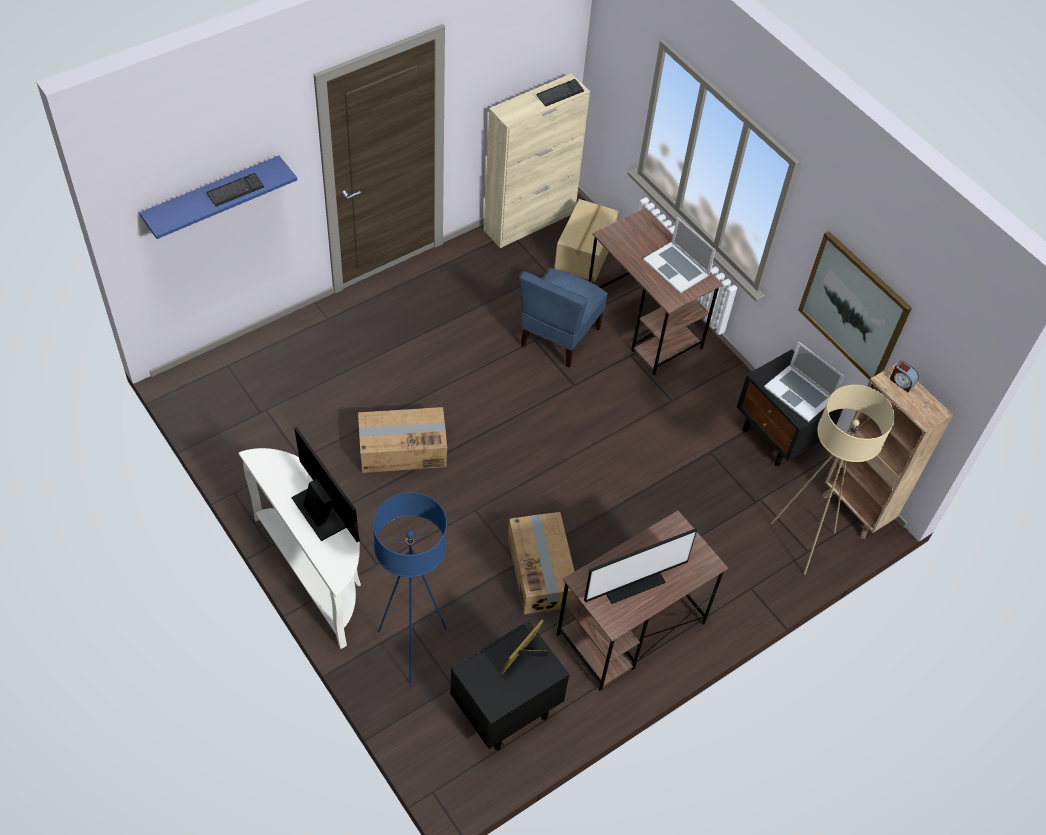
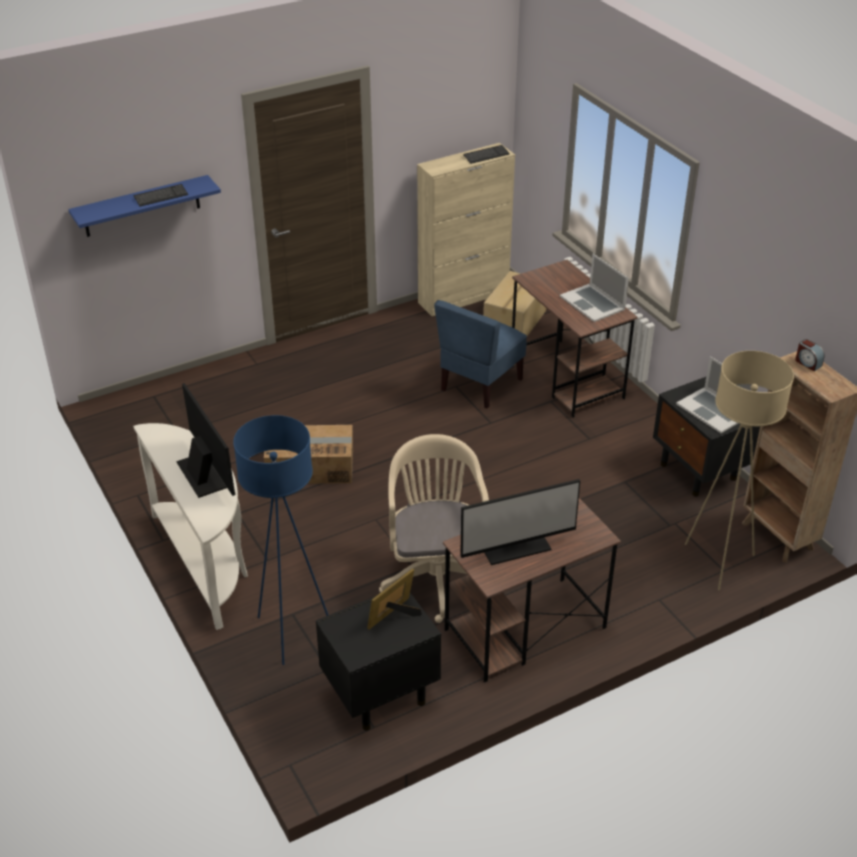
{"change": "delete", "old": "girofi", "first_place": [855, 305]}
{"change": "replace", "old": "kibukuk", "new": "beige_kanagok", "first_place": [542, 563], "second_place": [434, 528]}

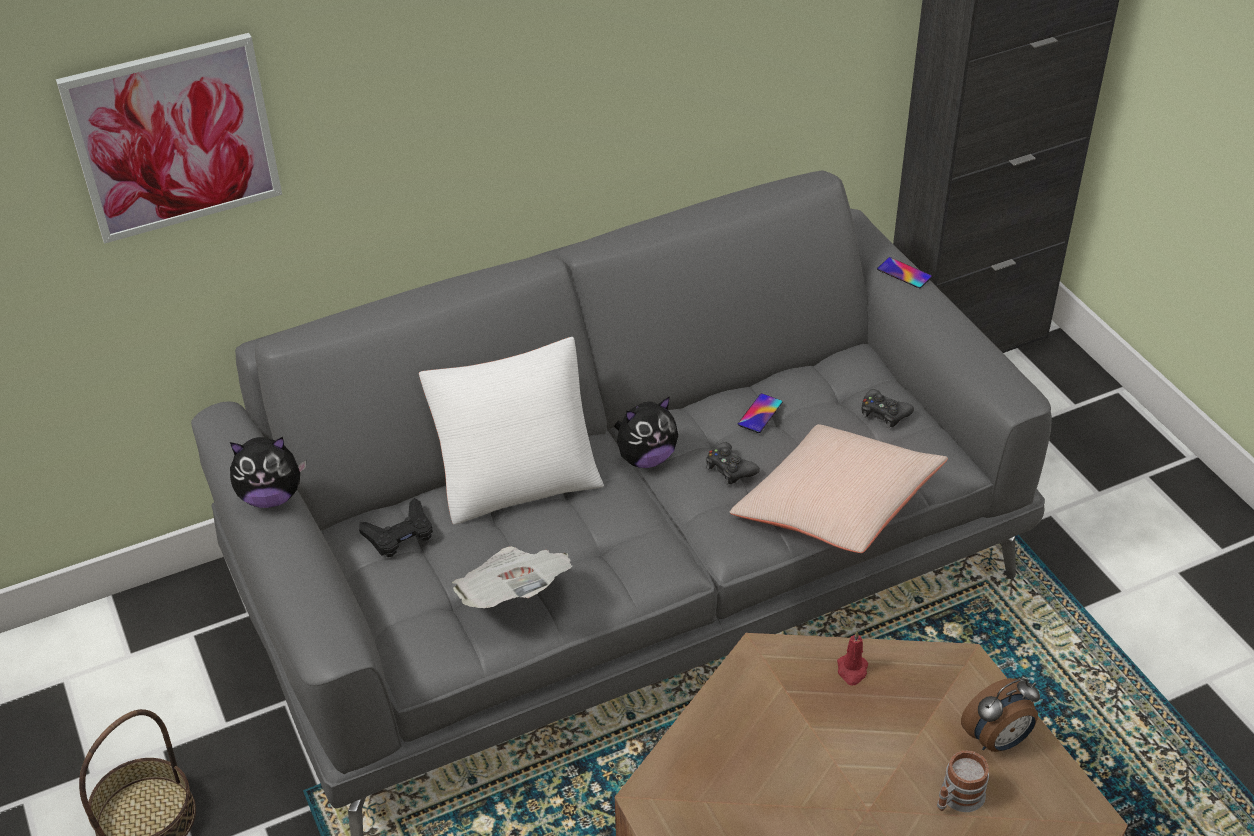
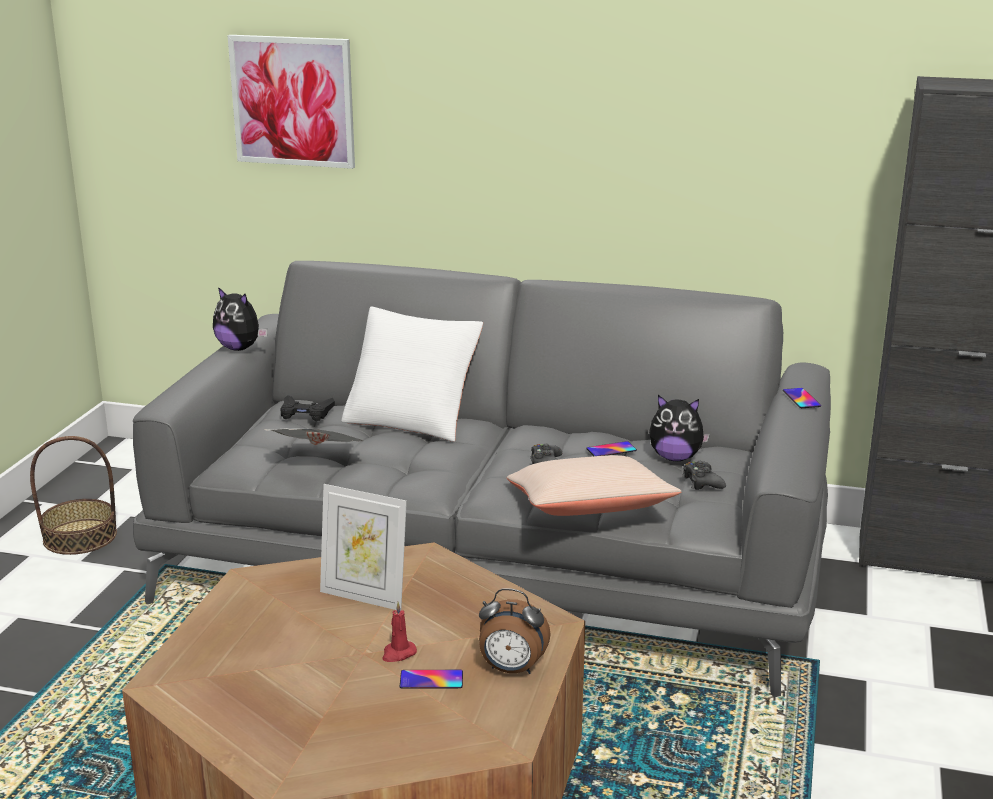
{"change": "insert", "new": "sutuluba", "second_place": [363, 547]}
{"change": "move", "old": "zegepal", "first_place": [646, 432], "second_place": [679, 428]}
{"change": "move", "old": "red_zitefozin", "first_place": [852, 658], "second_place": [399, 632]}
{"change": "replace", "old": "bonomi", "new": "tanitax", "first_place": [963, 781], "second_place": [431, 679]}

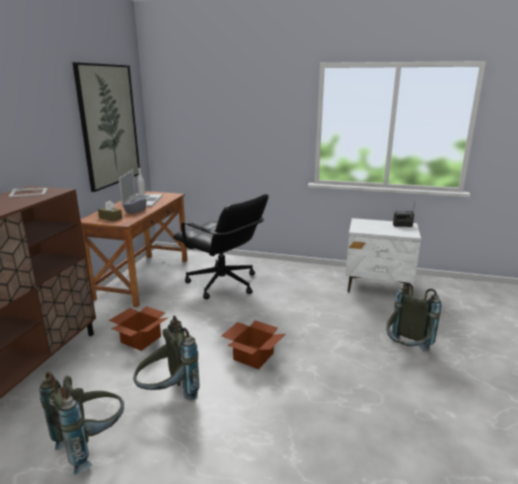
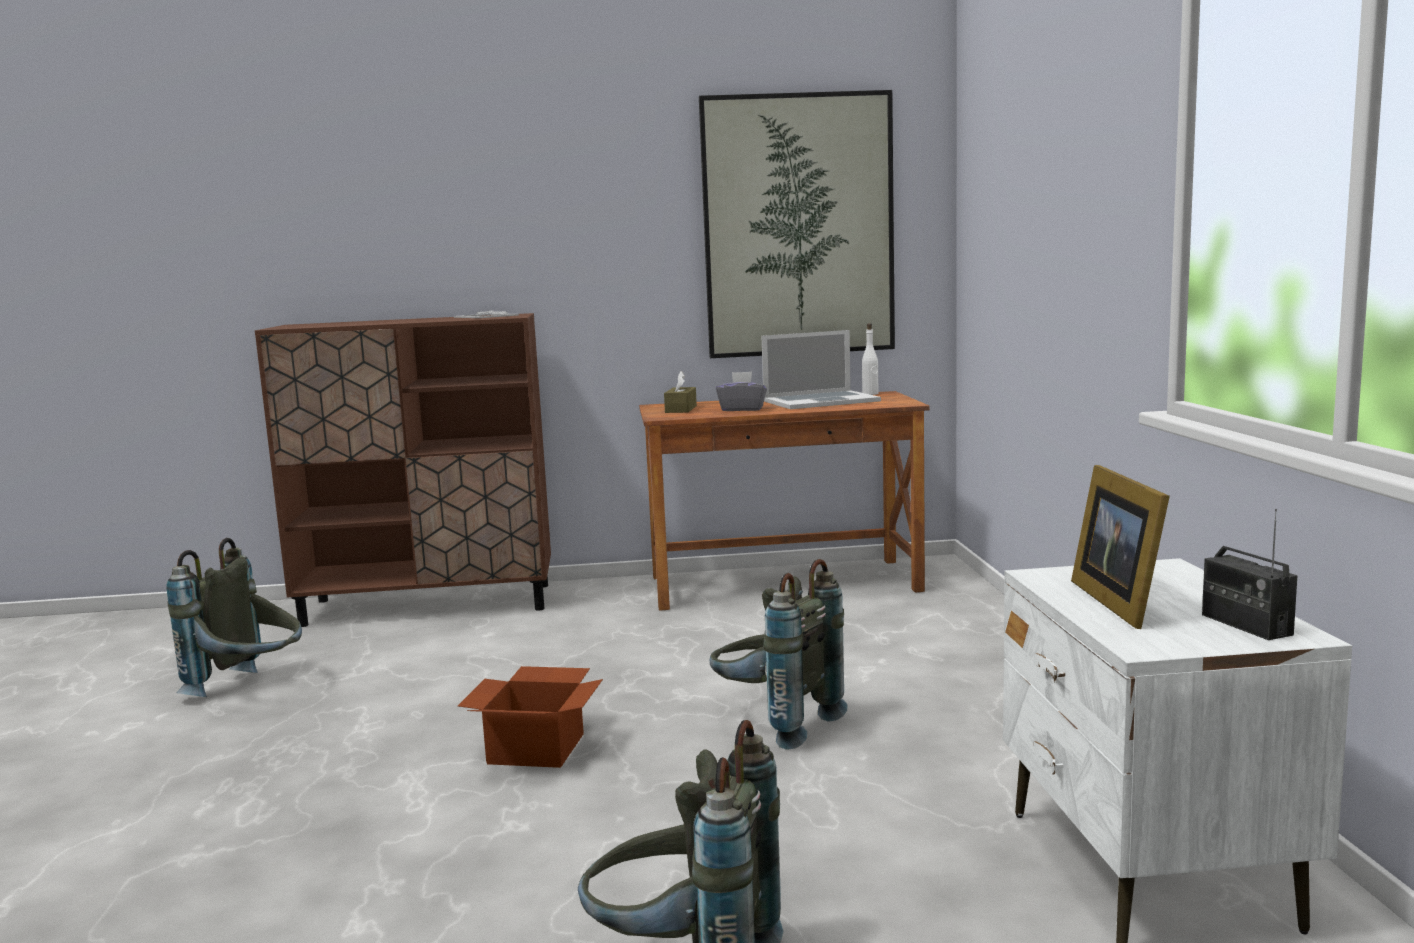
{"change": "delete", "old": "kibukuk", "first_place": [138, 328]}
{"change": "delete", "old": "black_kanagok", "first_place": [221, 246]}
{"change": "insert", "new": "sutuluba", "second_place": [1120, 547]}
{"change": "move", "old": "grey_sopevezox", "first_place": [166, 358], "second_place": [778, 654]}

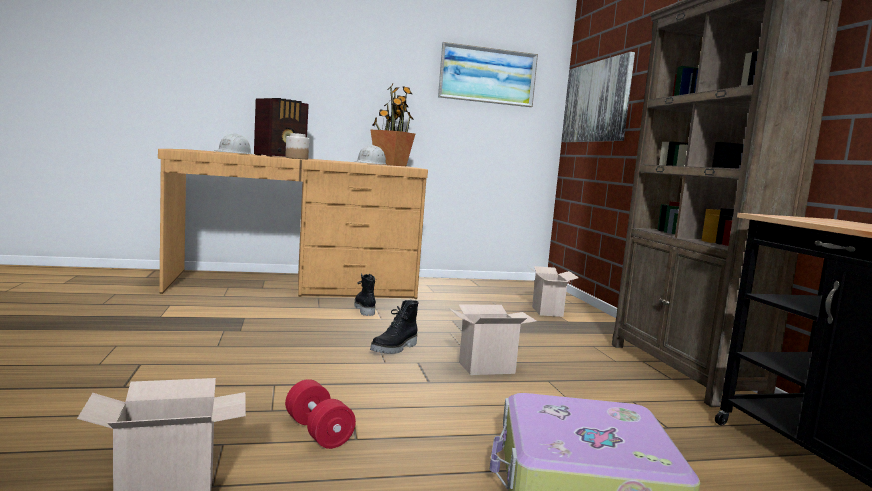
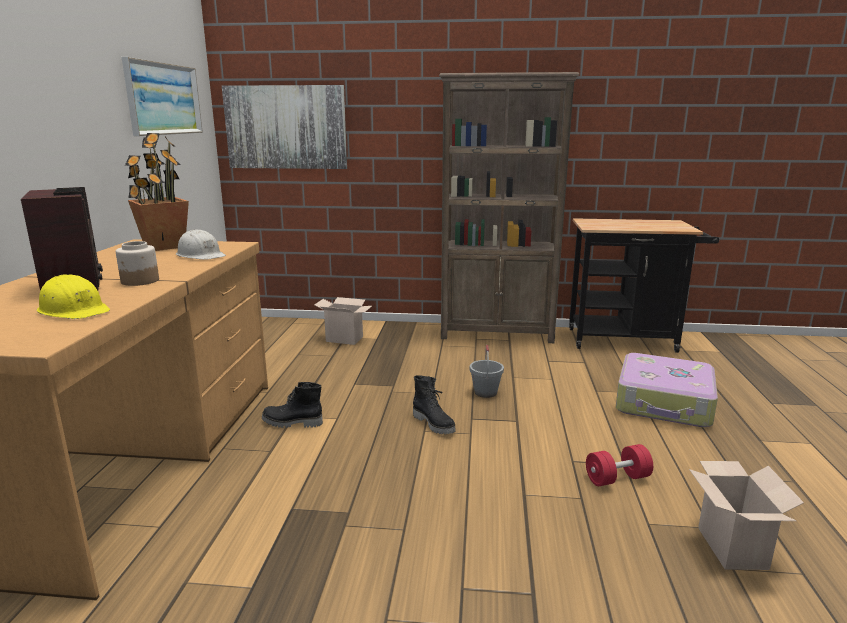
{"change": "replace", "old": "kibukuk", "new": "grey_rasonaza", "first_place": [492, 340], "second_place": [487, 371]}
{"change": "recolor", "old": "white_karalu", "new": "yellow_karalu", "first_place": [232, 144], "second_place": [73, 297]}

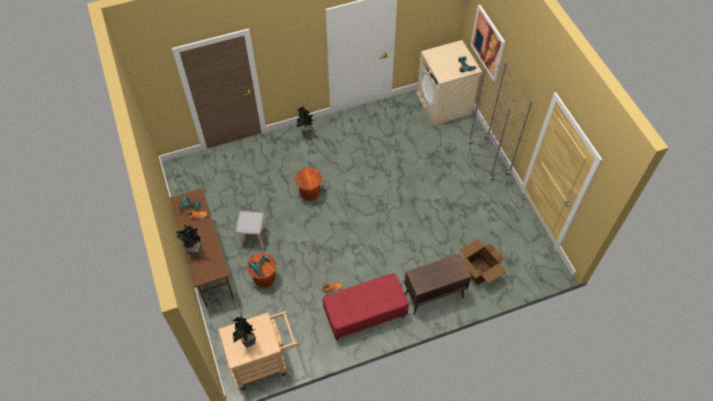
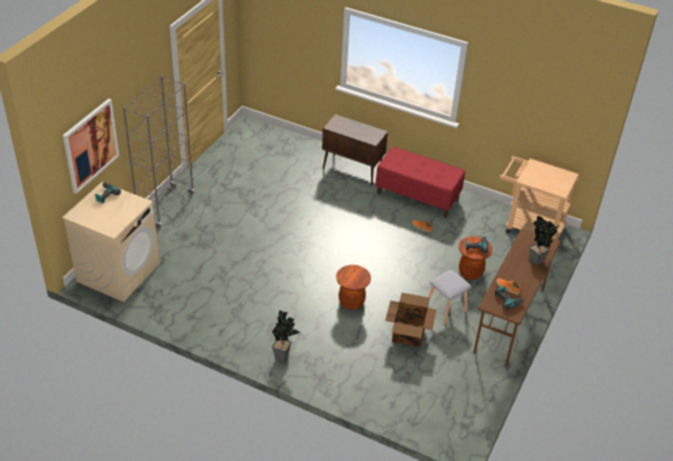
{"change": "delete", "old": "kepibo", "first_place": [244, 331]}
{"change": "move", "old": "kibukuk", "first_place": [483, 262], "second_place": [411, 320]}

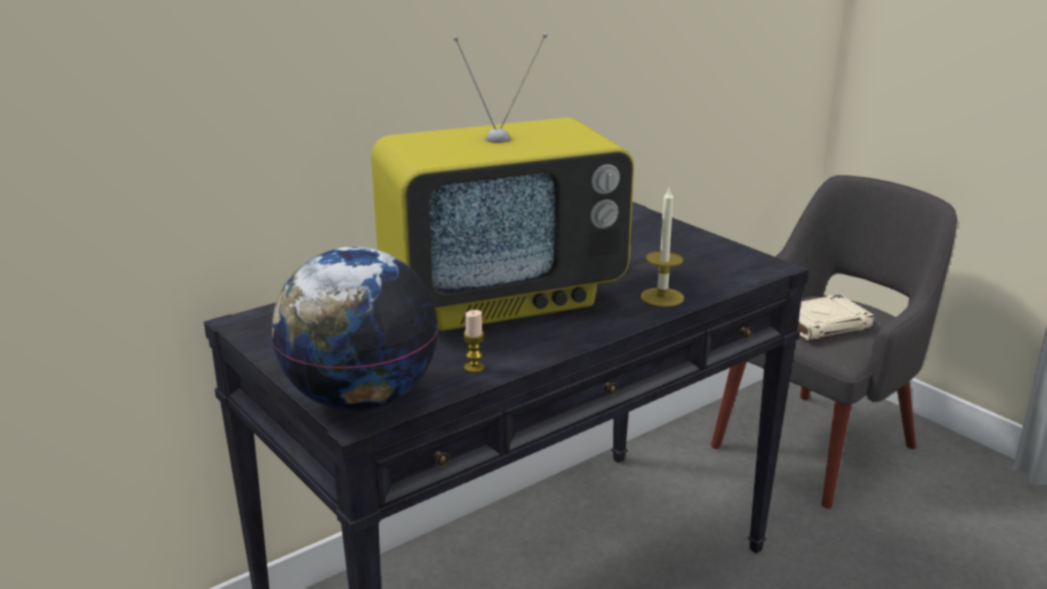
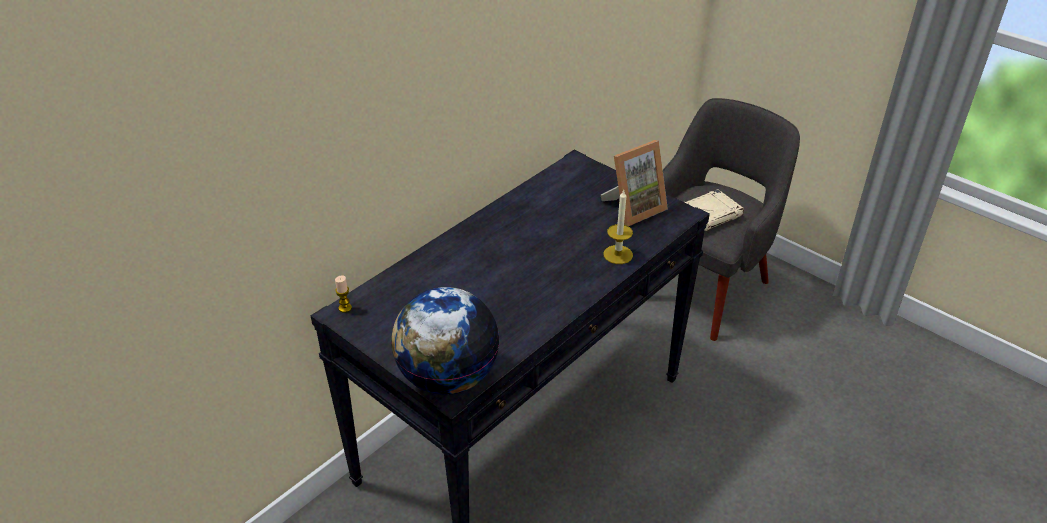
{"change": "delete", "old": "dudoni", "first_place": [502, 182]}
{"change": "insert", "new": "sutuluba", "second_place": [634, 183]}
{"change": "move", "old": "zitefozin", "first_place": [474, 341], "second_place": [343, 293]}

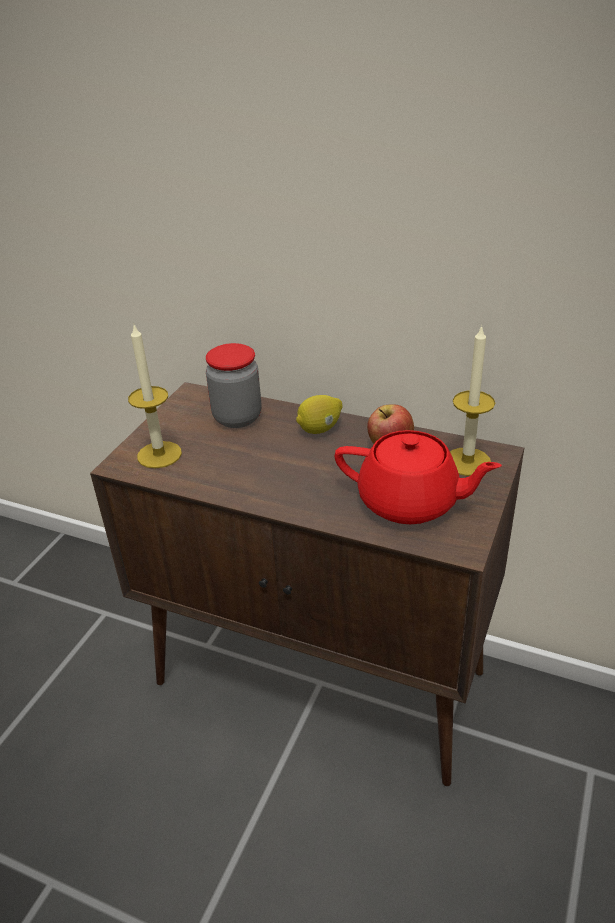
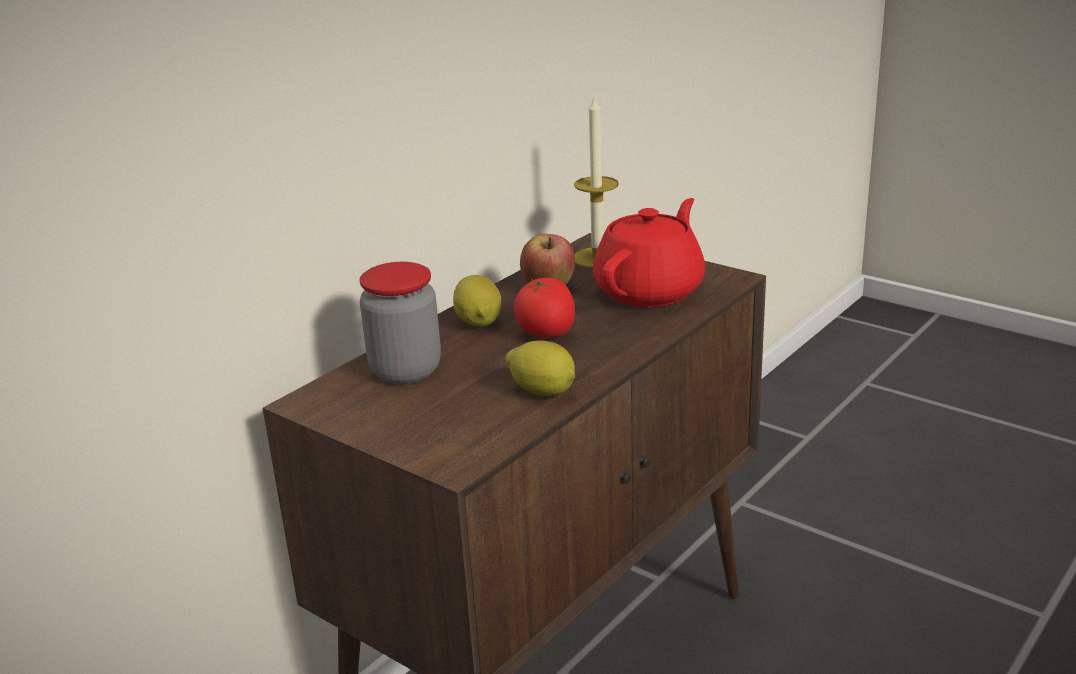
{"change": "delete", "old": "zitefozin", "first_place": [155, 396]}
{"change": "insert", "new": "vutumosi", "second_place": [540, 368]}
{"change": "insert", "new": "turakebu", "second_place": [544, 307]}

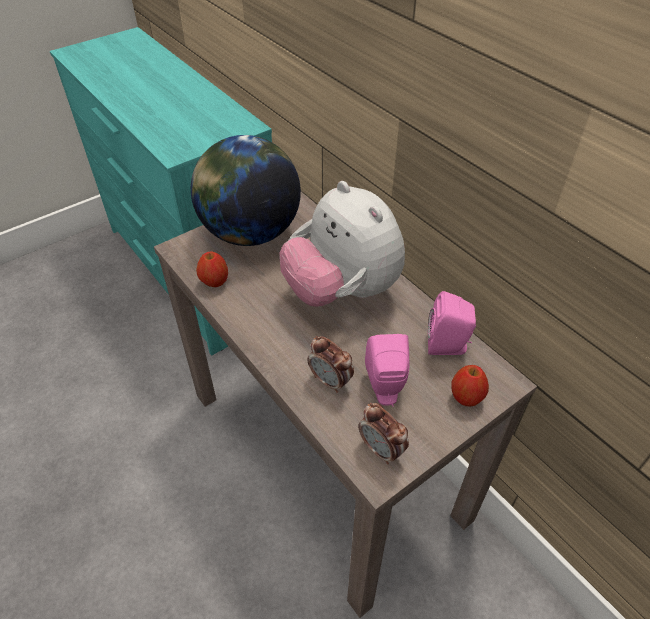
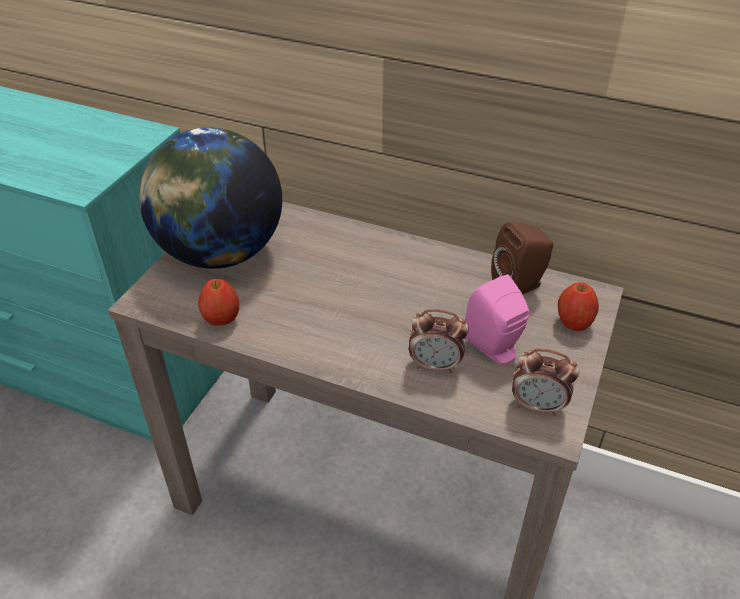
{"change": "delete", "old": "zegepal", "first_place": [342, 244]}
{"change": "recolor", "old": "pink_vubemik", "new": "brown_vubemik", "first_place": [452, 323], "second_place": [522, 258]}

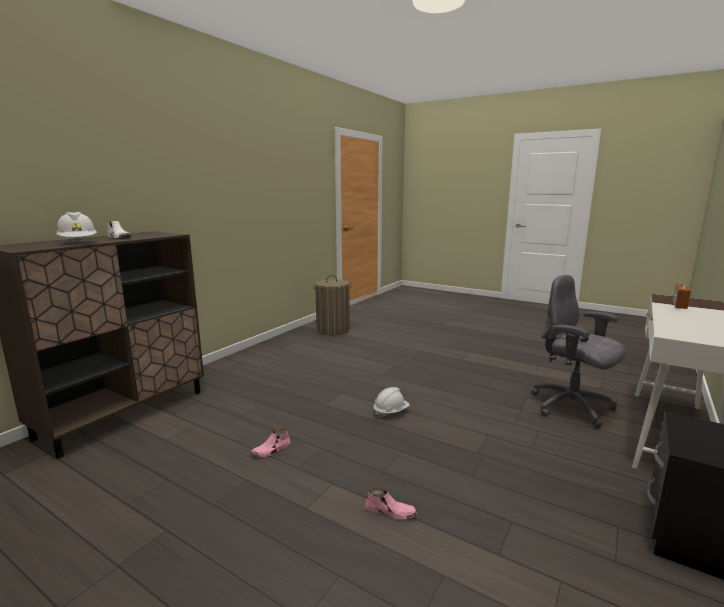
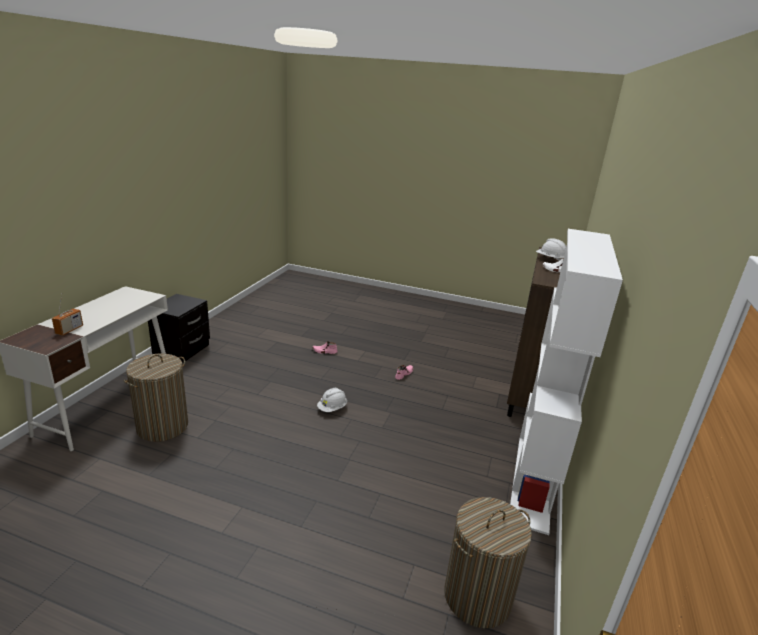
{"change": "insert", "new": "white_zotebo", "second_place": [566, 382]}
{"change": "replace", "old": "grey_kanagok", "new": "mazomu", "first_place": [578, 351], "second_place": [155, 397]}

